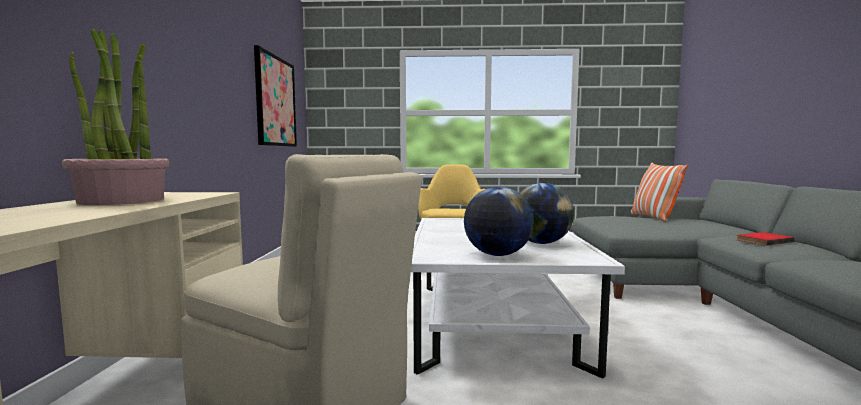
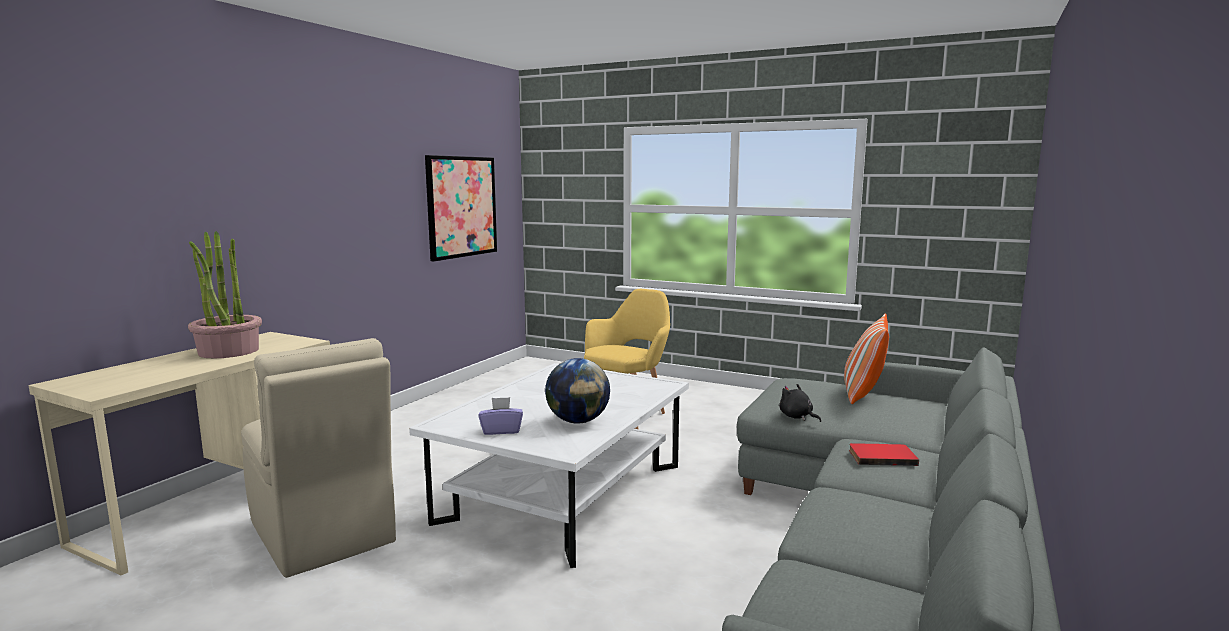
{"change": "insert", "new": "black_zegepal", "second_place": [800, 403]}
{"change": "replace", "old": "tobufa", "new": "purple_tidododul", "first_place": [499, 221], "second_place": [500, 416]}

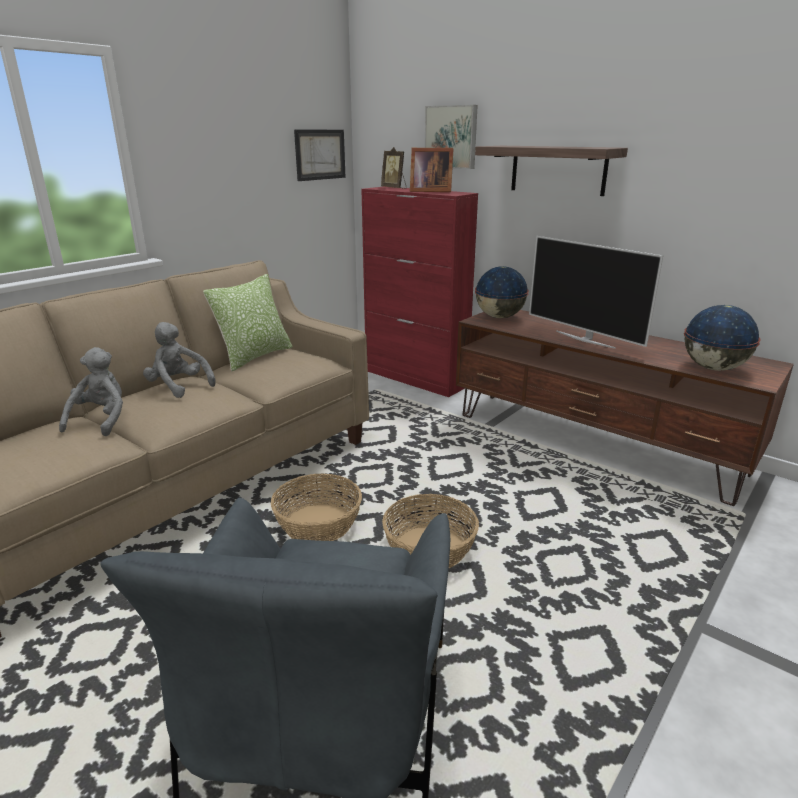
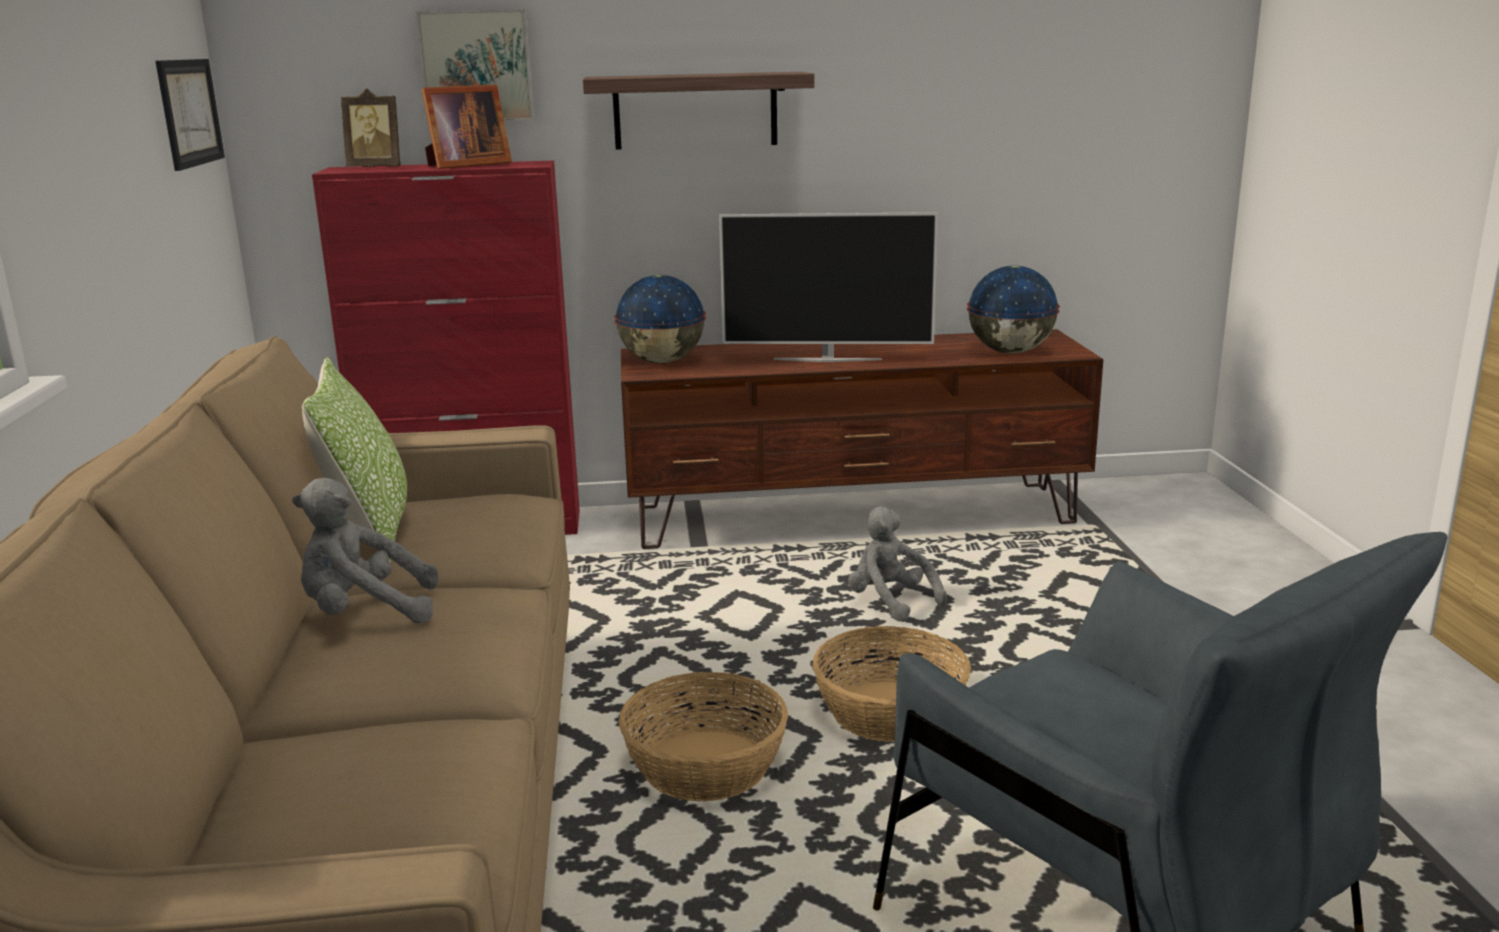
{"change": "move", "old": "grey_zegepal", "first_place": [91, 391], "second_place": [897, 564]}

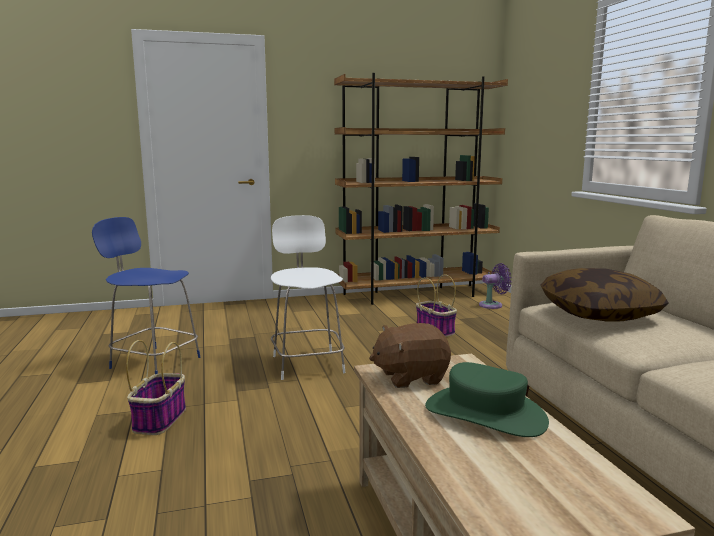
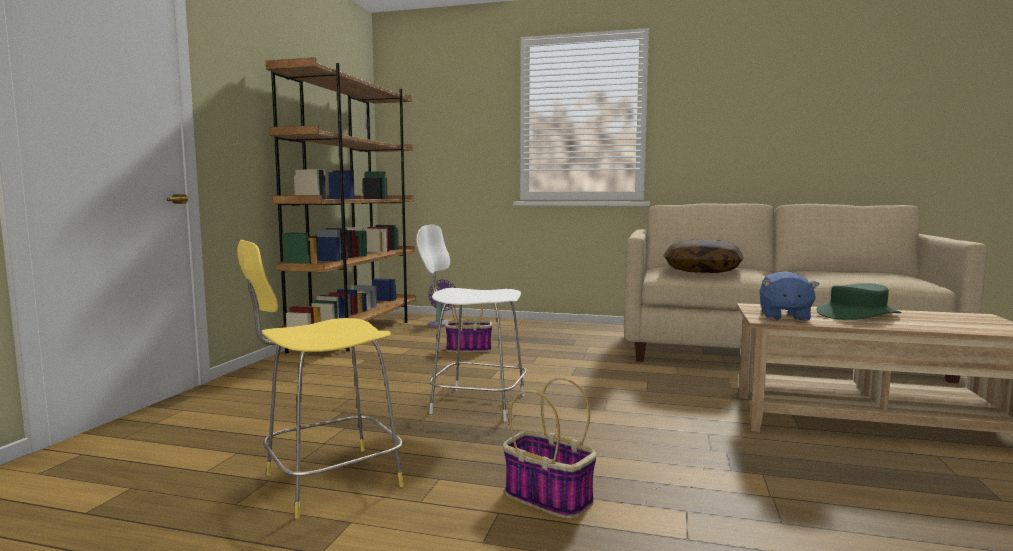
{"change": "recolor", "old": "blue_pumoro", "new": "yellow_pumoro", "first_place": [146, 295], "second_place": [320, 379]}
{"change": "recolor", "old": "brown_zegepal", "new": "blue_zegepal", "first_place": [410, 355], "second_place": [790, 296]}

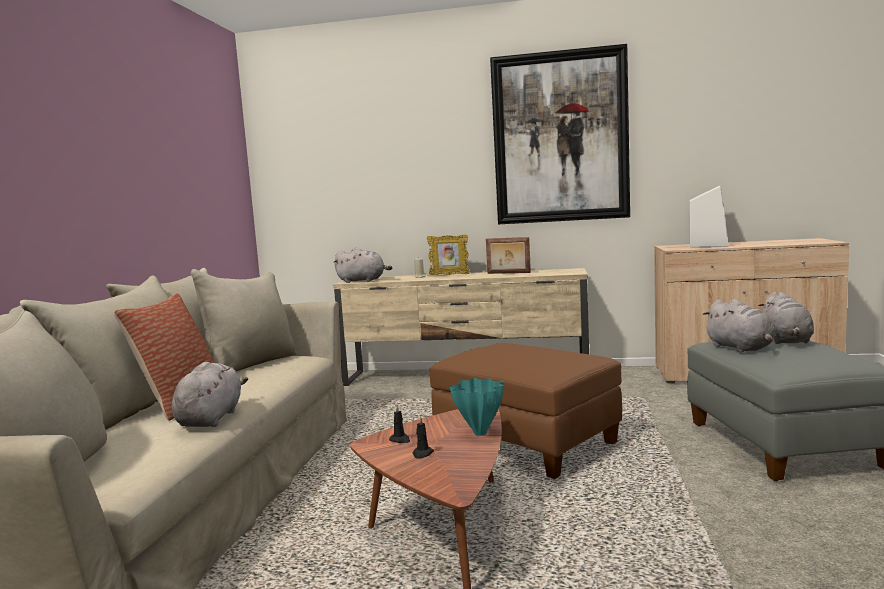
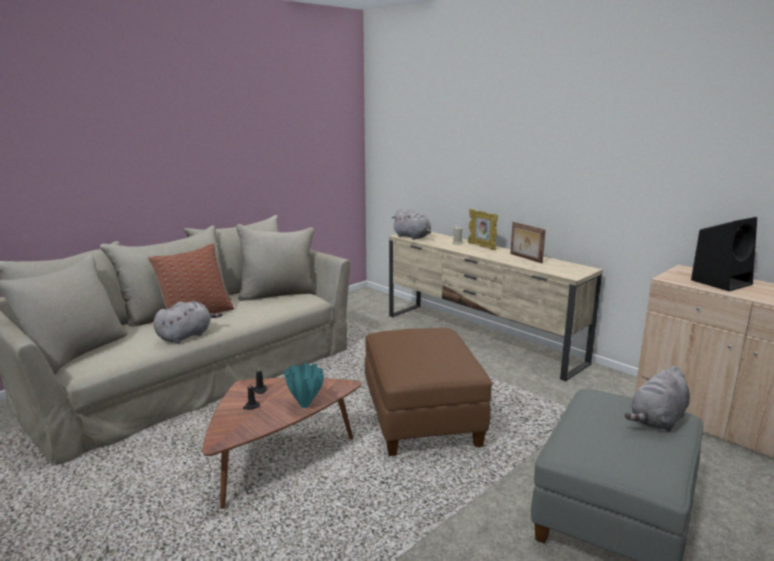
{"change": "delete", "old": "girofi", "first_place": [560, 134]}
{"change": "delete", "old": "grey_zegepal", "first_place": [739, 326]}
{"change": "recolor", "old": "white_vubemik", "new": "black_vubemik", "first_place": [709, 216], "second_place": [724, 254]}

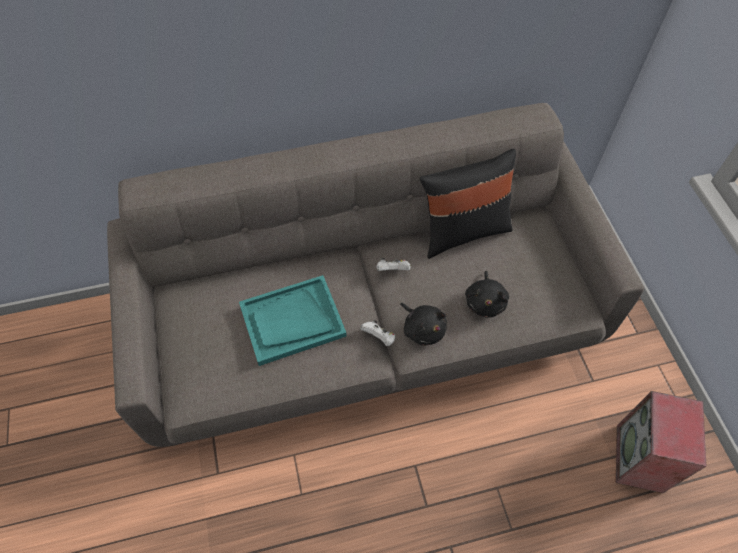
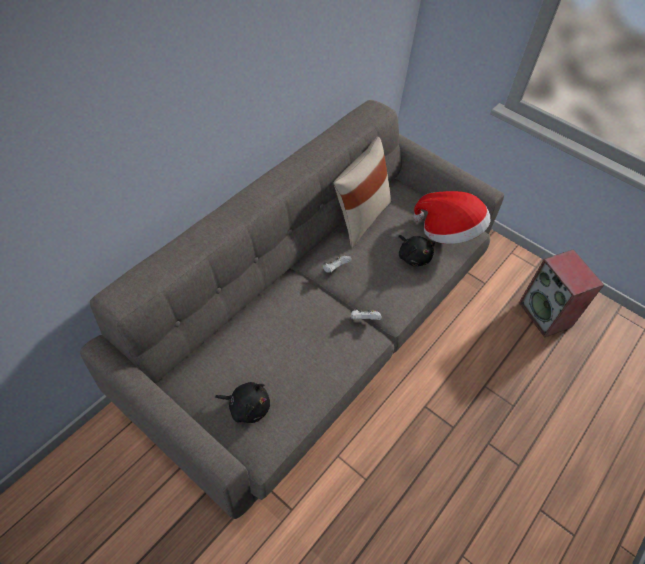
{"change": "delete", "old": "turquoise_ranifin", "first_place": [293, 320]}
{"change": "insert", "new": "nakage", "second_place": [451, 217]}
{"change": "move", "old": "black_zegepal", "first_place": [423, 324], "second_place": [242, 402]}
{"change": "recolor", "old": "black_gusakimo", "new": "beige_gusakimo", "first_place": [468, 204], "second_place": [362, 192]}

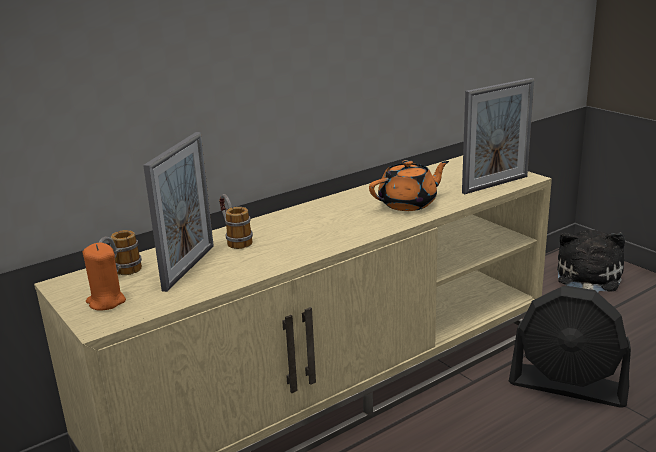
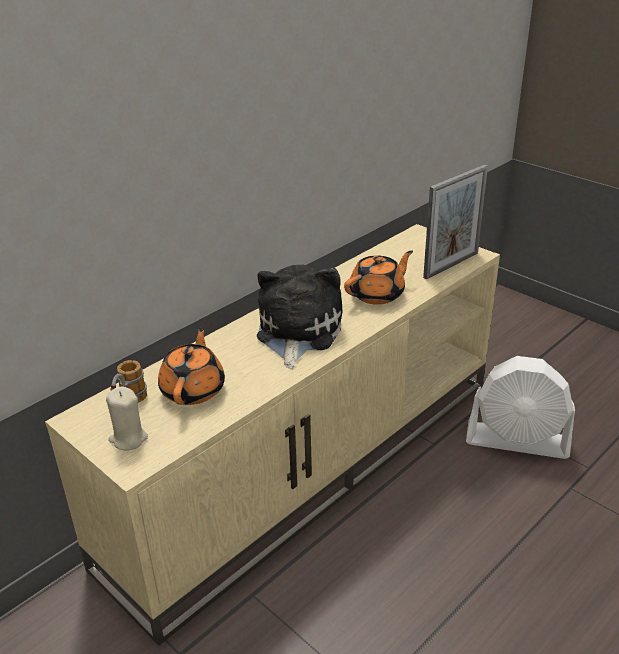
{"change": "delete", "old": "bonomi", "first_place": [236, 221]}
{"change": "move", "old": "zegepal", "first_place": [591, 261], "second_place": [299, 317]}
{"change": "replace", "old": "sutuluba", "new": "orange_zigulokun", "first_place": [178, 212], "second_place": [191, 365]}
{"change": "recolor", "old": "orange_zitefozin", "new": "beige_zitefozin", "first_place": [104, 276], "second_place": [127, 418]}
{"change": "recolor", "old": "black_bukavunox", "new": "white_bukavunox", "first_place": [570, 347], "second_place": [520, 407]}

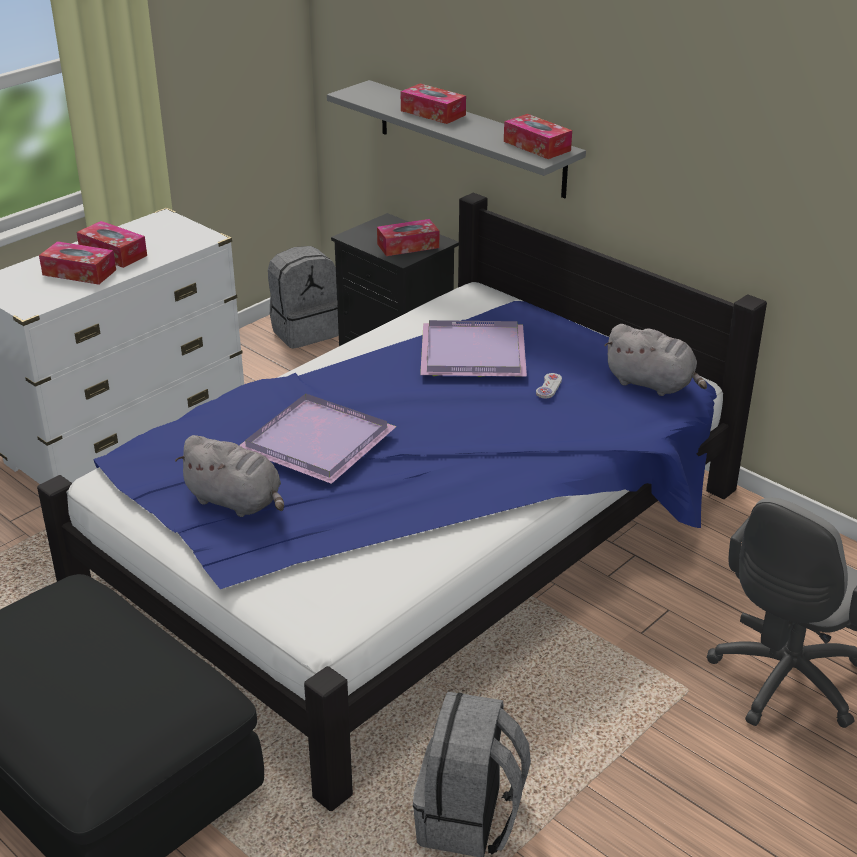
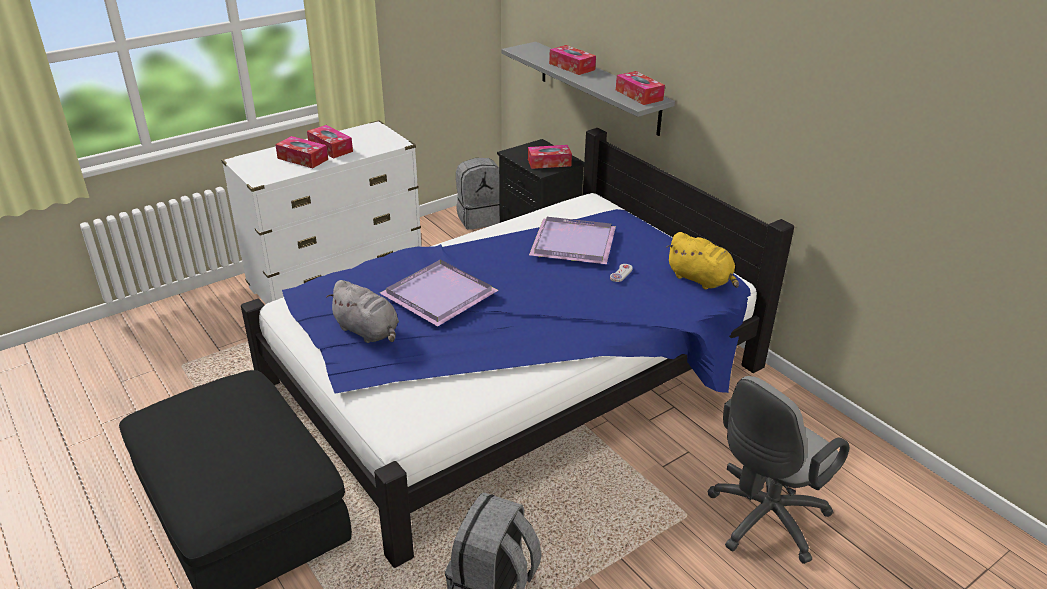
{"change": "recolor", "old": "grey_zegepal", "new": "yellow_zegepal", "first_place": [655, 360], "second_place": [703, 261]}

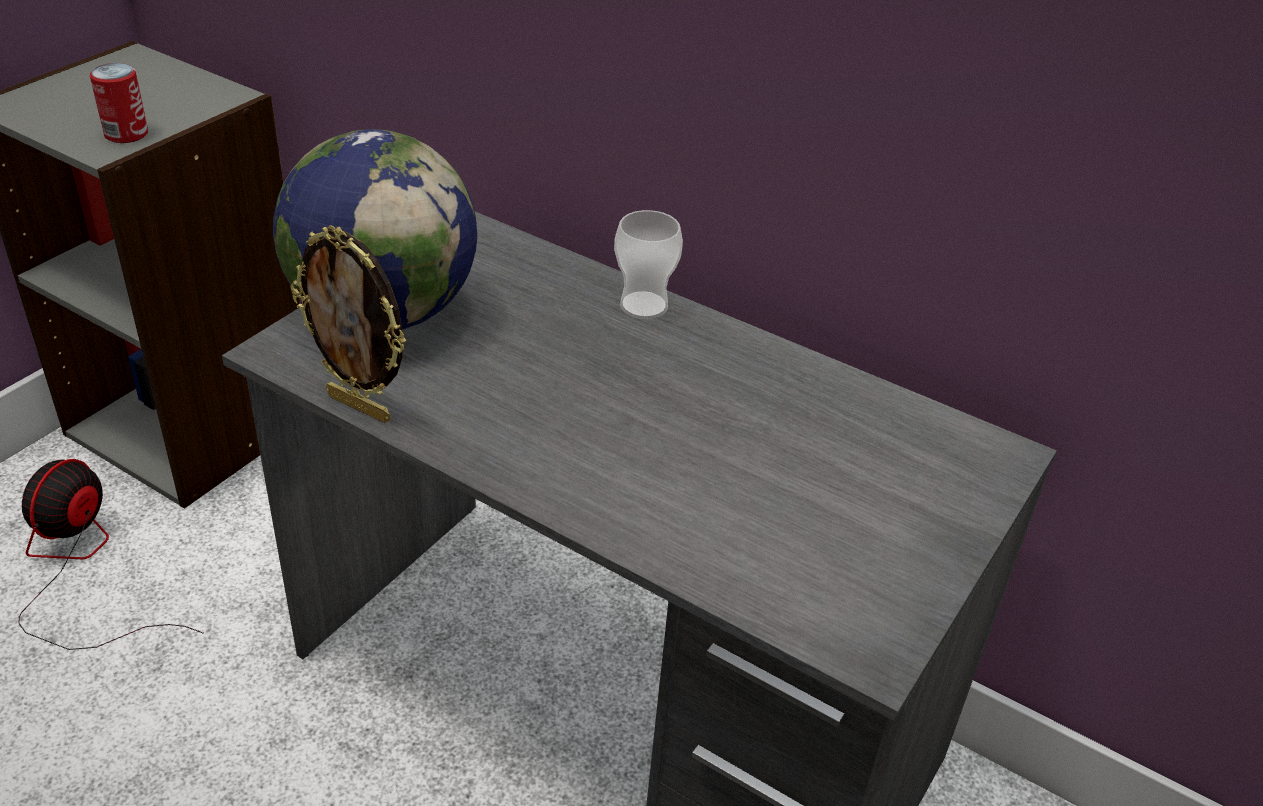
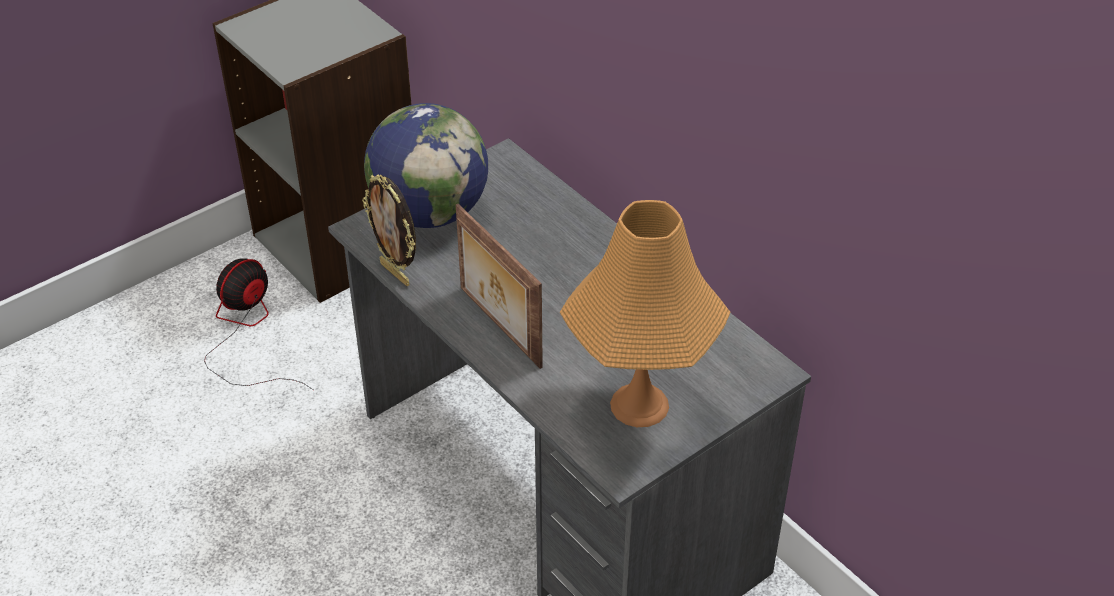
{"change": "delete", "old": "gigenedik", "first_place": [119, 103]}
{"change": "delete", "old": "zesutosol", "first_place": [648, 264]}
{"change": "insert", "new": "sutuluba", "second_place": [499, 286]}
{"change": "insert", "new": "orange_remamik", "second_place": [645, 313]}

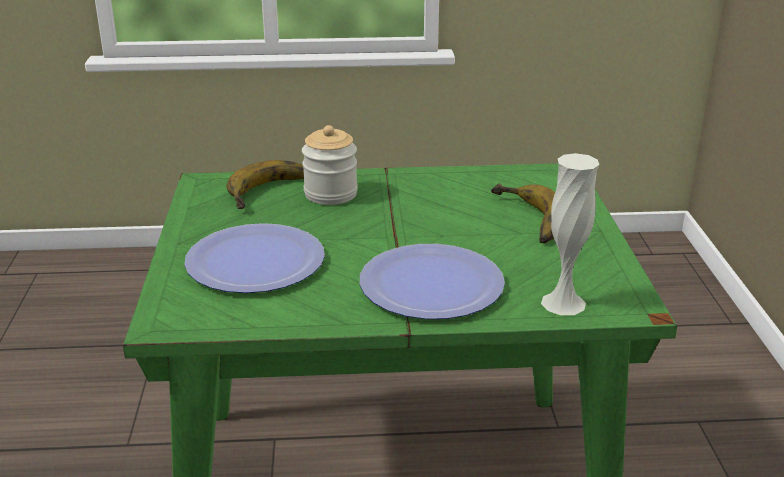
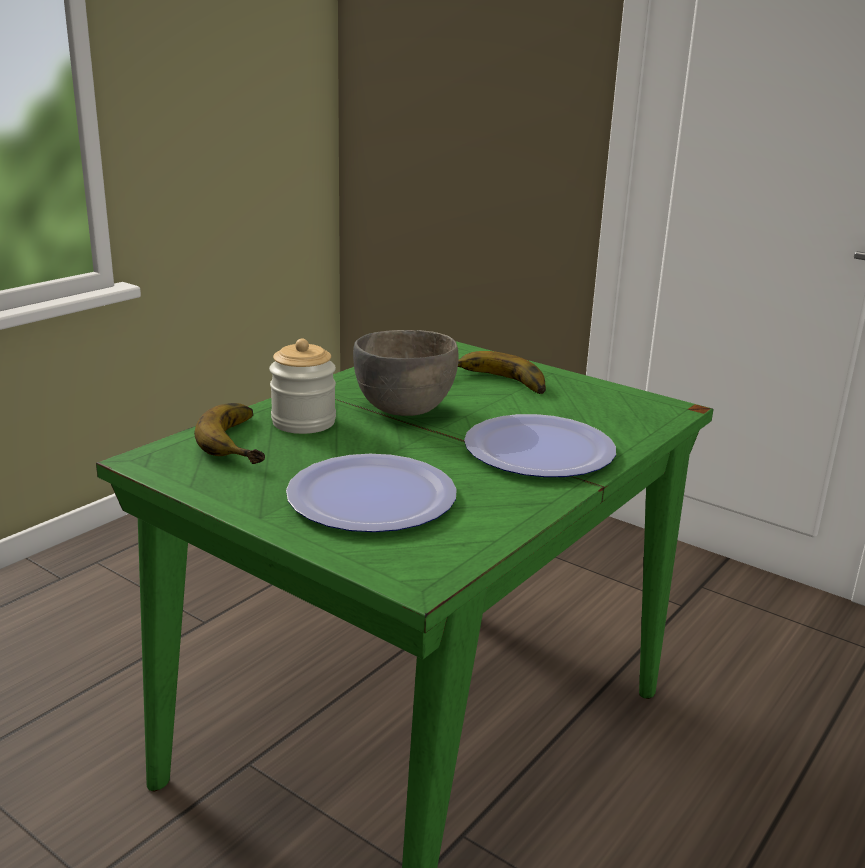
{"change": "delete", "old": "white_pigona", "first_place": [570, 234]}
{"change": "insert", "new": "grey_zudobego", "second_place": [406, 373]}

